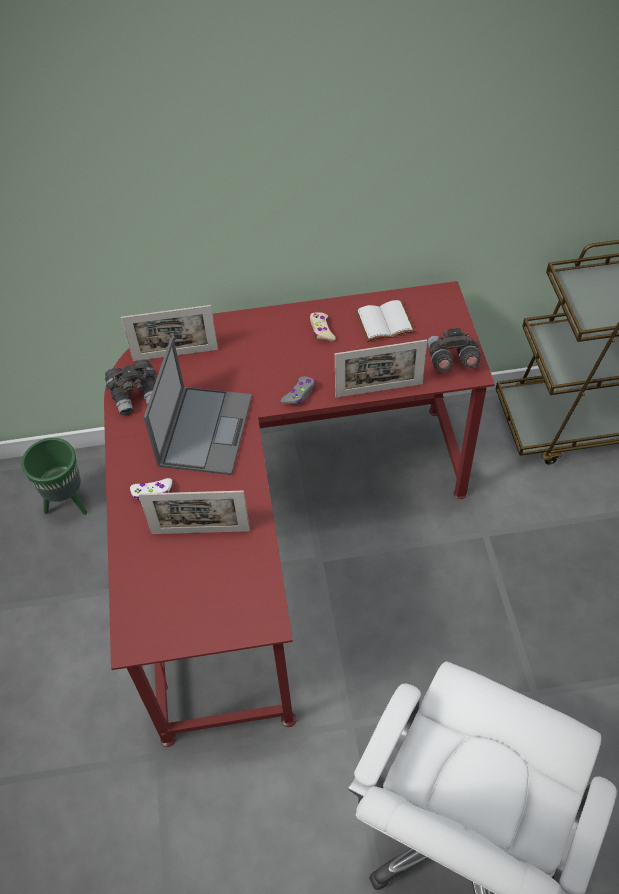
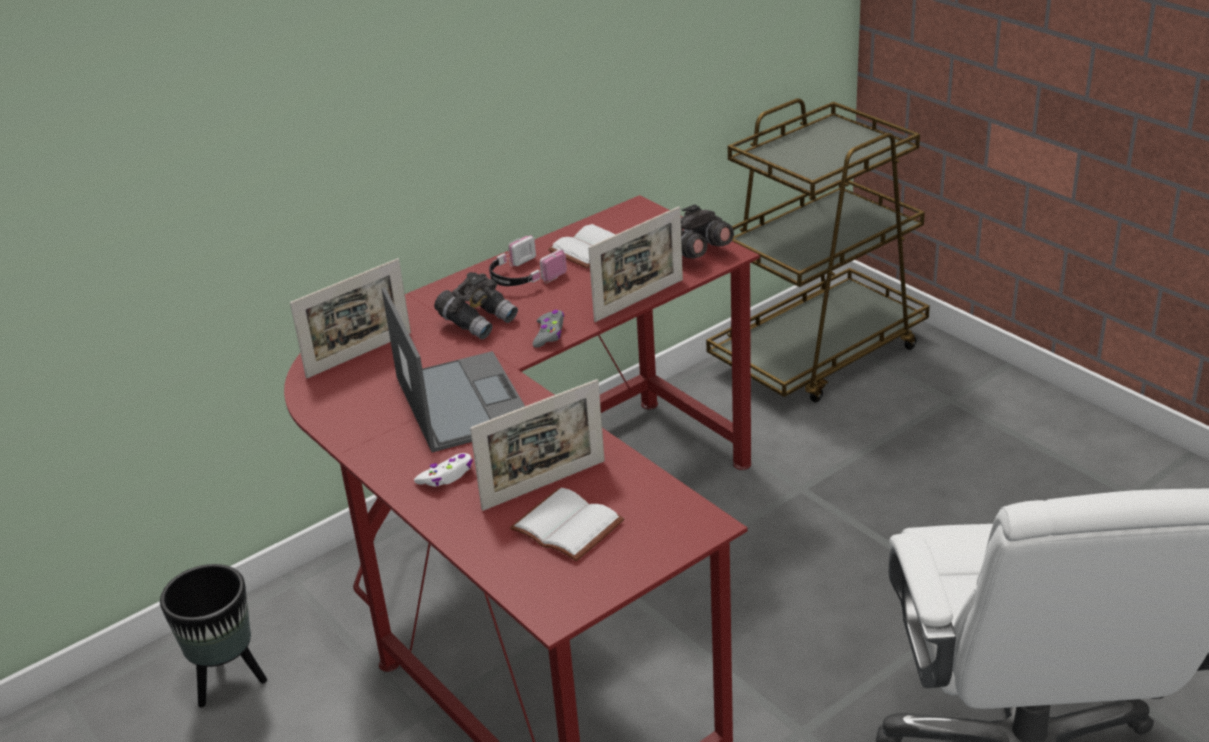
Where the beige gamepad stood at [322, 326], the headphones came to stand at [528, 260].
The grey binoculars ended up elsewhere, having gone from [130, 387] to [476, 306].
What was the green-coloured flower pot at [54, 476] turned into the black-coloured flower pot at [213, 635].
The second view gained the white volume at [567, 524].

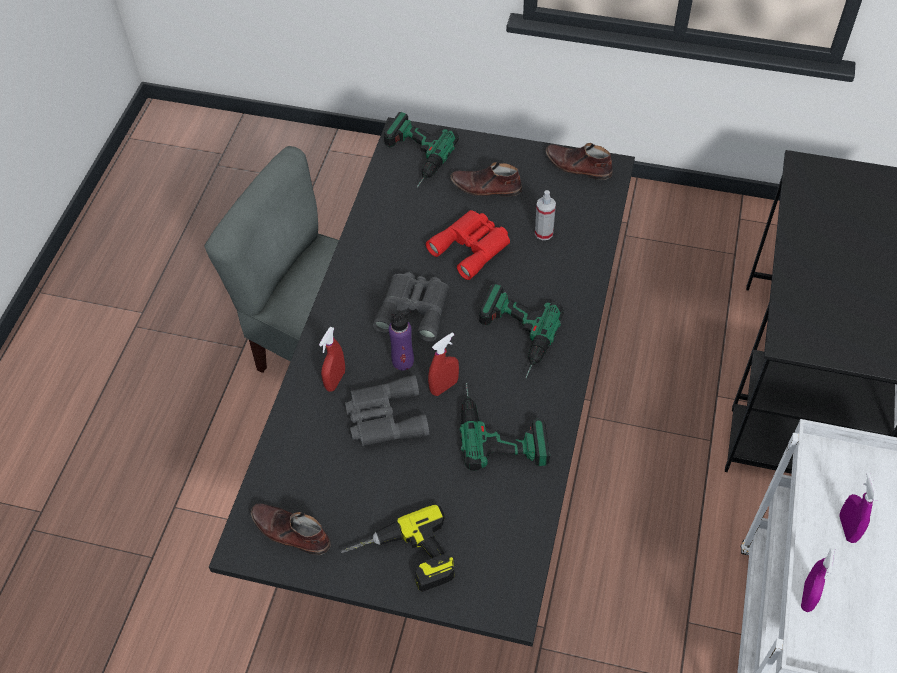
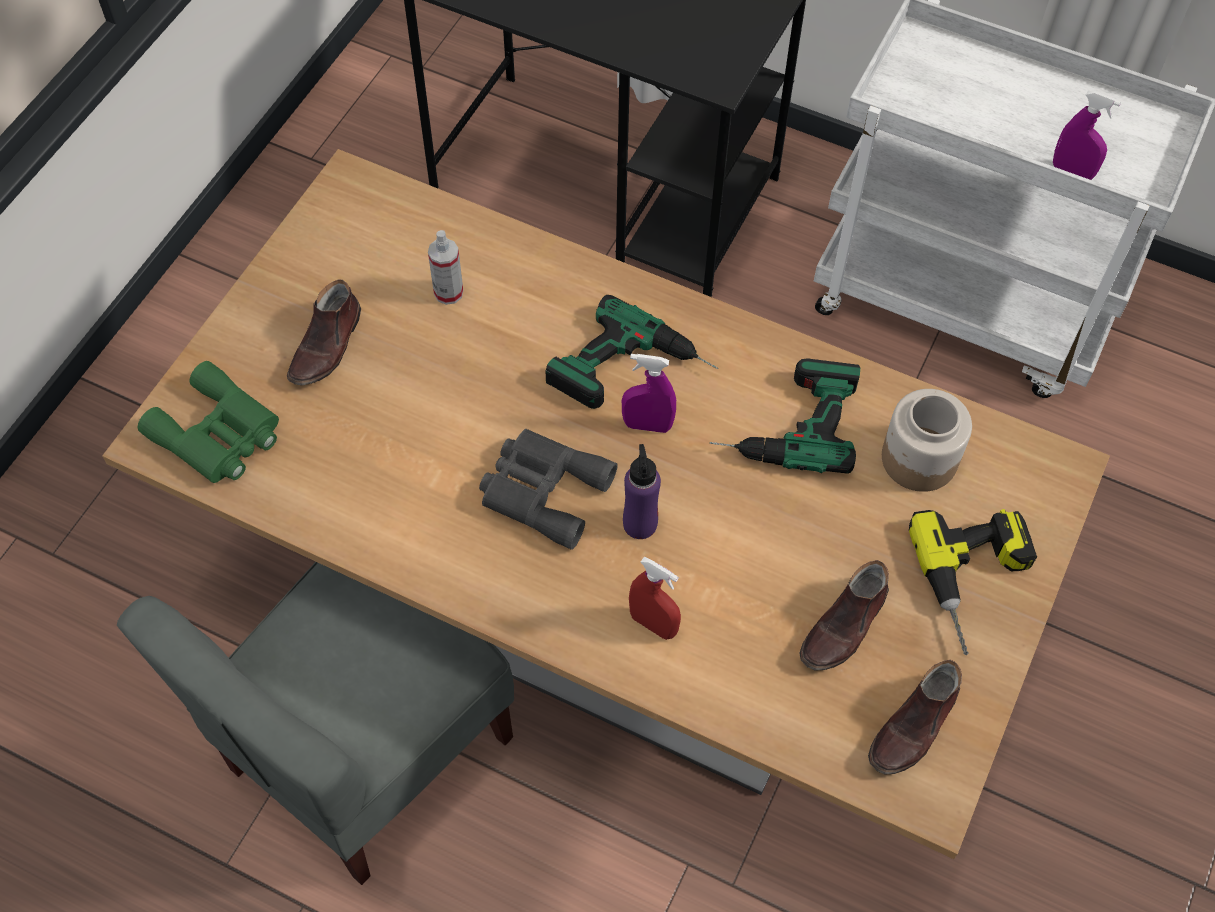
Where the electric drill stood at [421, 150], the green-coloured binoculars came to stand at [208, 422].
What was the black-coloured kitchen table at [422, 382] turned into the beige kitchen table at [606, 504].
The brownish shoe ended up elsewhere, having gone from [579, 161] to [844, 615].
The second view lost the reddish binoculars at [468, 245].
The second view lost the reddish spray bottle at [443, 364].
The second view lost the grey binoculars at [387, 410].
The purplish spray bottle ended up elsewhere, having gone from [858, 508] to [649, 393].
The second view gained the jar at [927, 440].

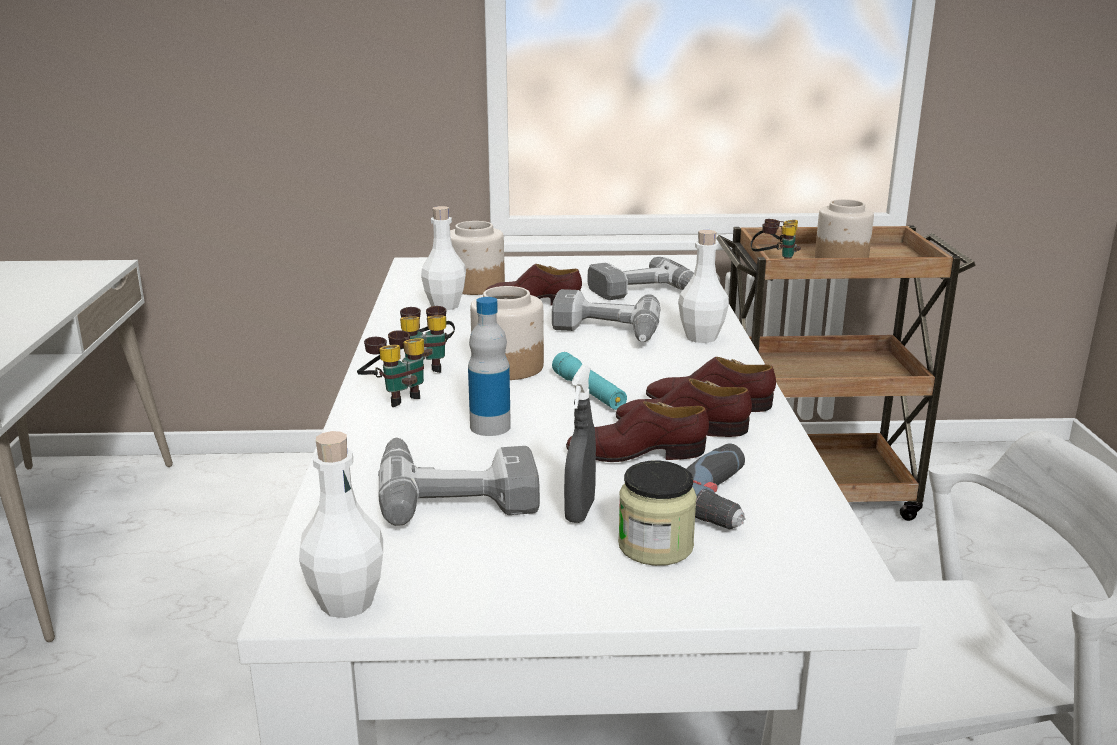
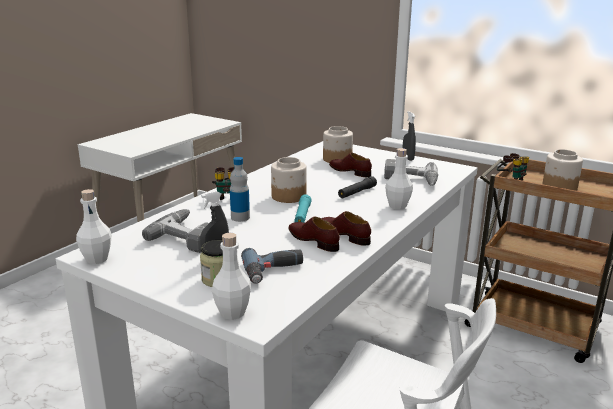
The white bottle ended up elsewhere, having gone from [443, 258] to [231, 276].
Where the electric drill stood at [606, 315], the black-coloured hand torch came to stand at [357, 187].
The second view lost the binoculars at [427, 339].
The second view lost the brownish shoe at [637, 431].
The second view gained the grey spray bottle at [409, 136].

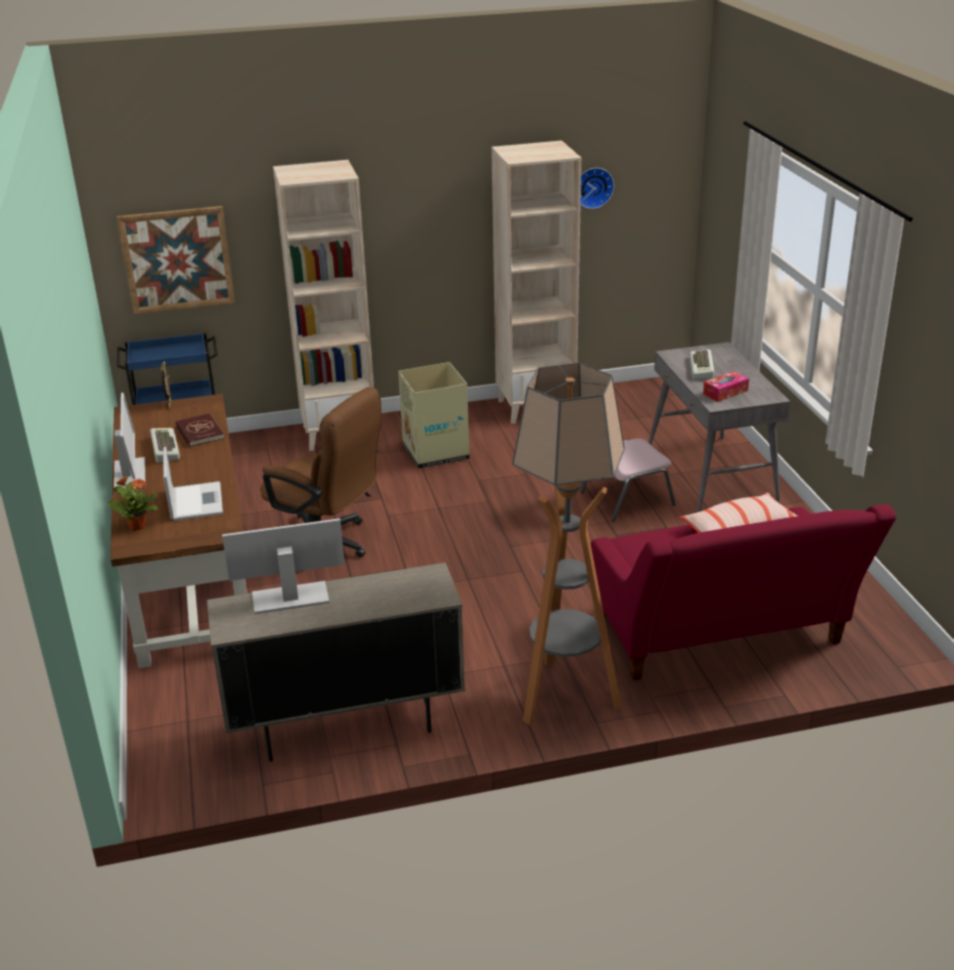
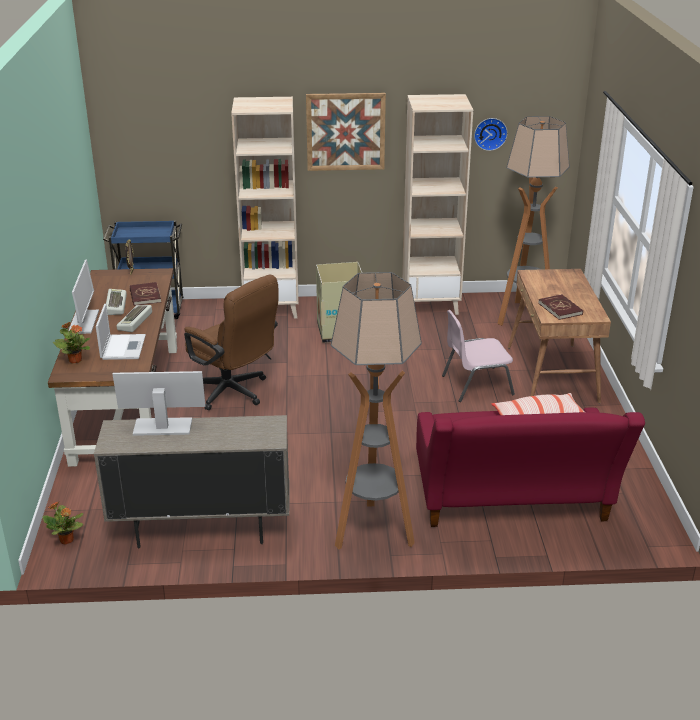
The wall picture ended up elsewhere, having gone from [176, 260] to [346, 132].
What was the grey desk unit at [719, 427] turned into the brownish desk unit at [559, 336].
The PC keyboard ended up elsewhere, having gone from [701, 364] to [134, 318].
Where the box of tissues stood at [726, 386], the reddish volume came to stand at [560, 307].
The second view gained the floor lamp at [533, 221].
The second view gained the potted plant at [62, 523].

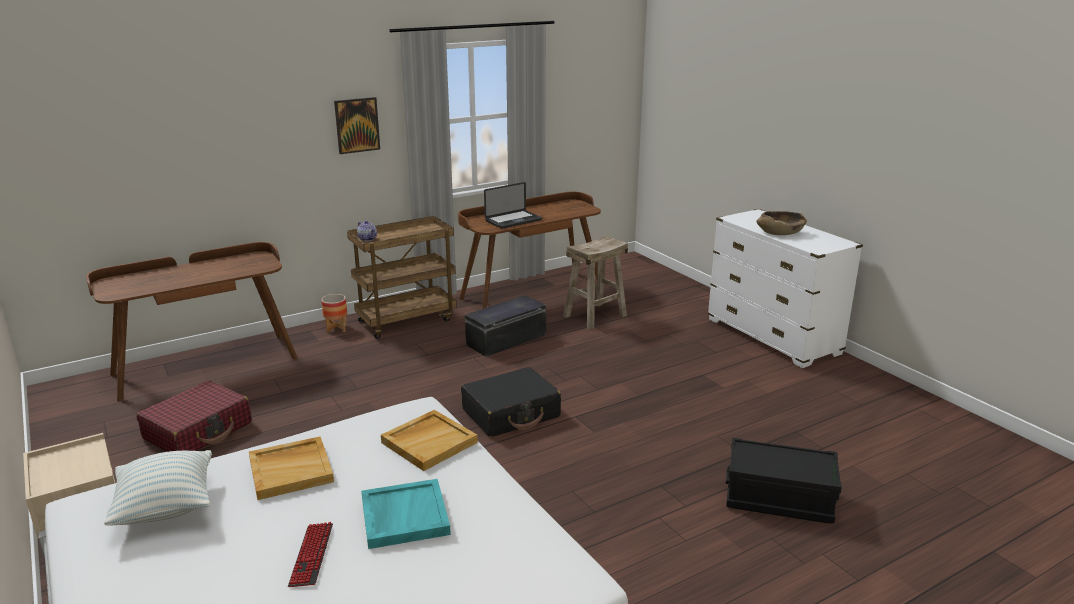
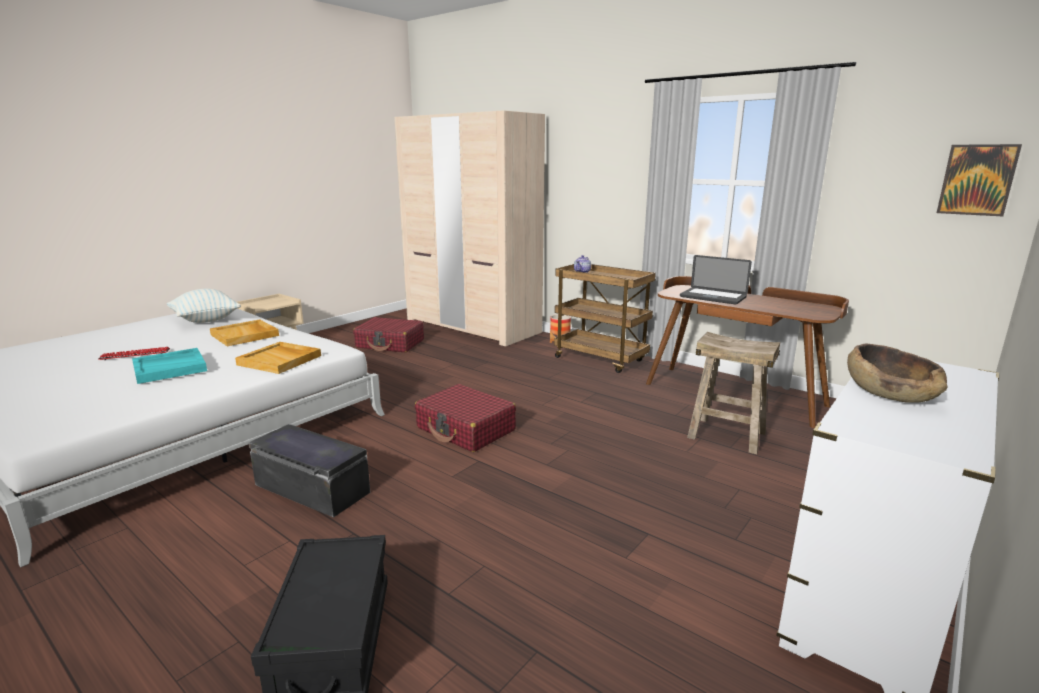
The wall picture ended up elsewhere, having gone from [357, 125] to [979, 180].
Where the brownish desk unit stood at [192, 322], the beige armoire came to stand at [469, 228].
The black-coloured storage box ended up elsewhere, having gone from [505, 326] to [309, 471].
What was the black-coloured travel case at [511, 402] turned into the reddish travel case at [465, 418].

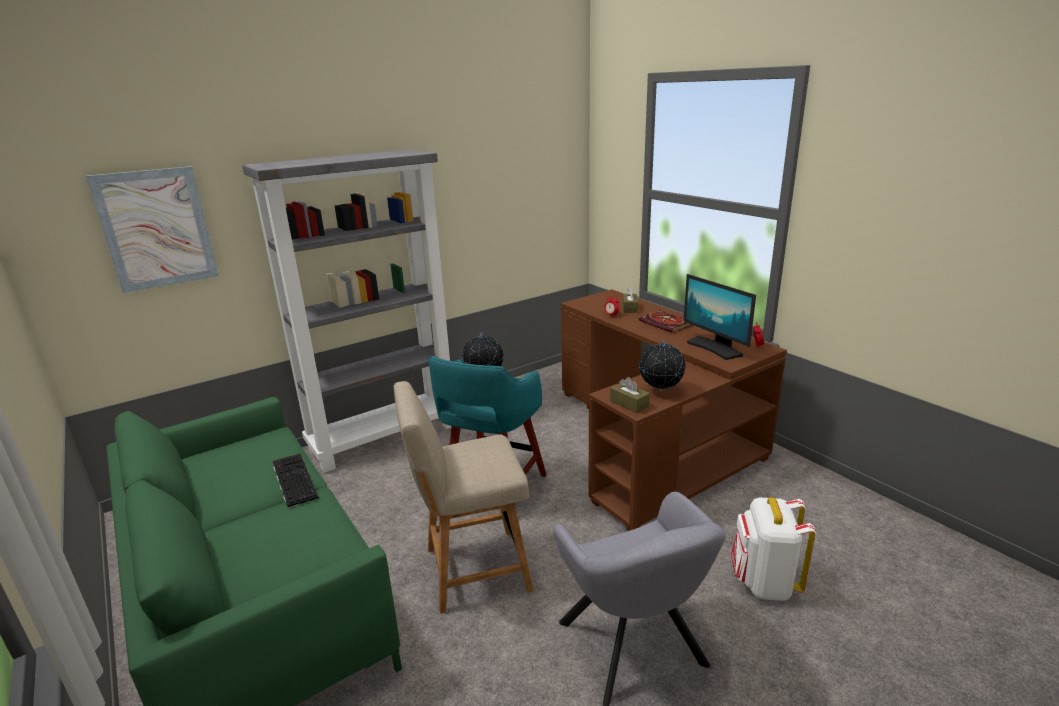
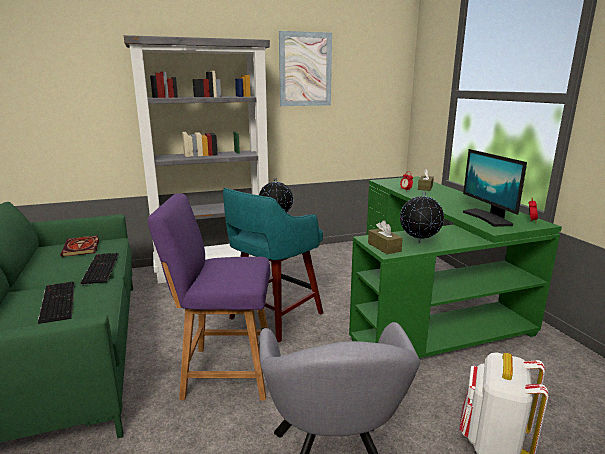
The wall picture ended up elsewhere, having gone from [152, 229] to [305, 68].
What was the brownish desk unit at [674, 410] turned into the green-coloured desk unit at [455, 267].
The volume ended up elsewhere, having gone from [666, 321] to [79, 246].
What was the beige plain chair at [464, 497] turned into the purplish plain chair at [209, 296].
The second view gained the PC keyboard at [56, 303].

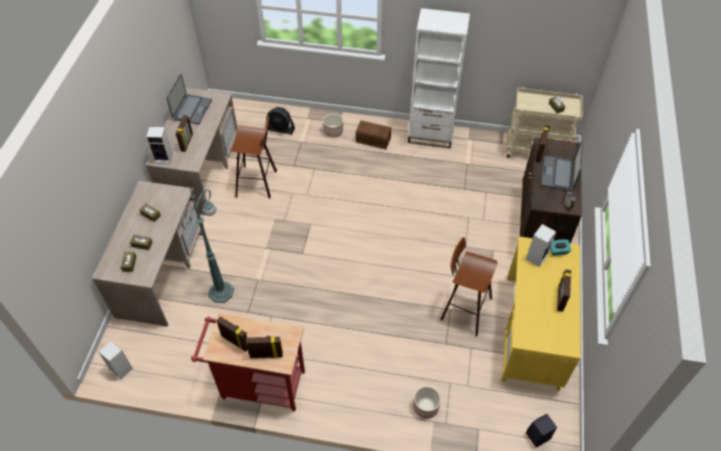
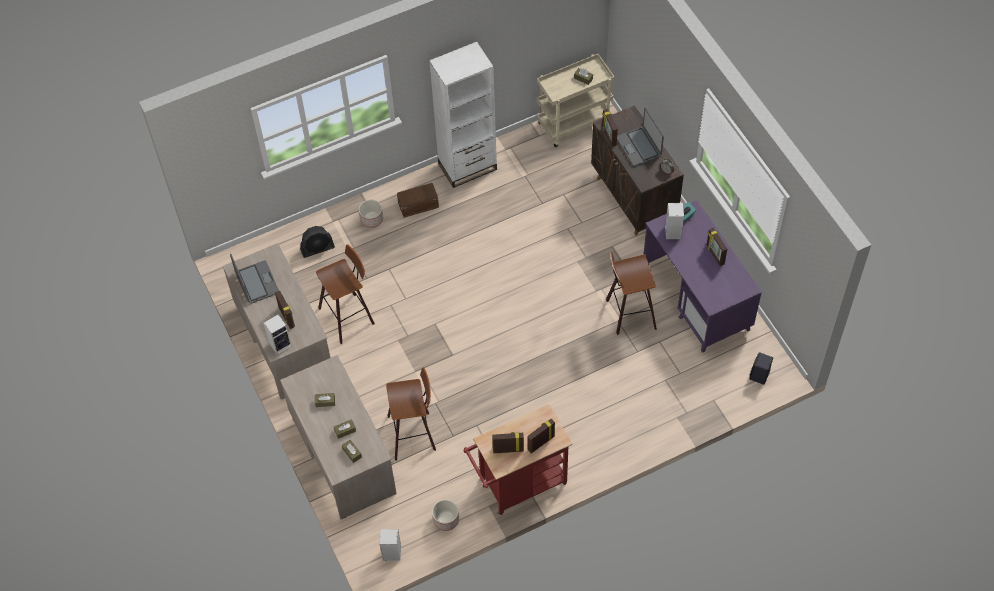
Where the green-coloured floor lamp stood at [207, 243], the stool came to stand at [411, 414].
What was the yellowish desk unit at [541, 313] turned into the purplish desk unit at [703, 277].
The flower pot ended up elsewhere, having gone from [427, 402] to [445, 515].

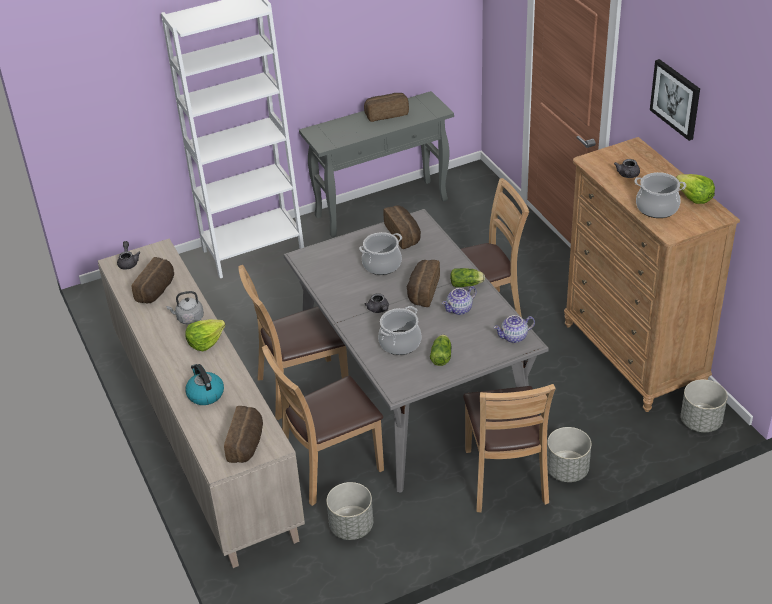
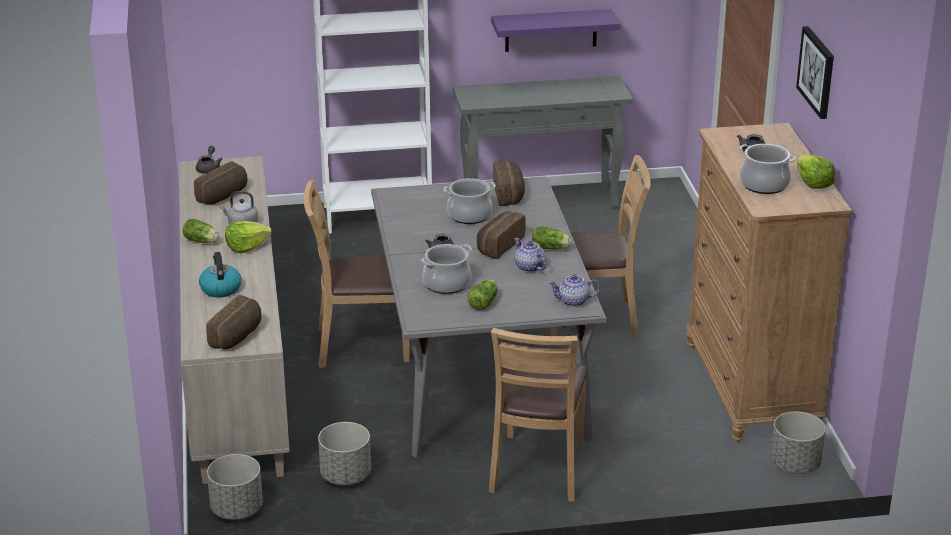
The second view lost the bakery bread at [386, 107].
The pot for tea at [459, 300] ended up facing another way, 75 degrees clockwise from before.
The second view lost the brownish plain chair at [323, 425].
The grey flower pot ended up elsewhere, having gone from [569, 454] to [235, 487].
The second view gained the purplish shelf at [555, 30].
The second view gained the head of lettuce at [201, 231].

